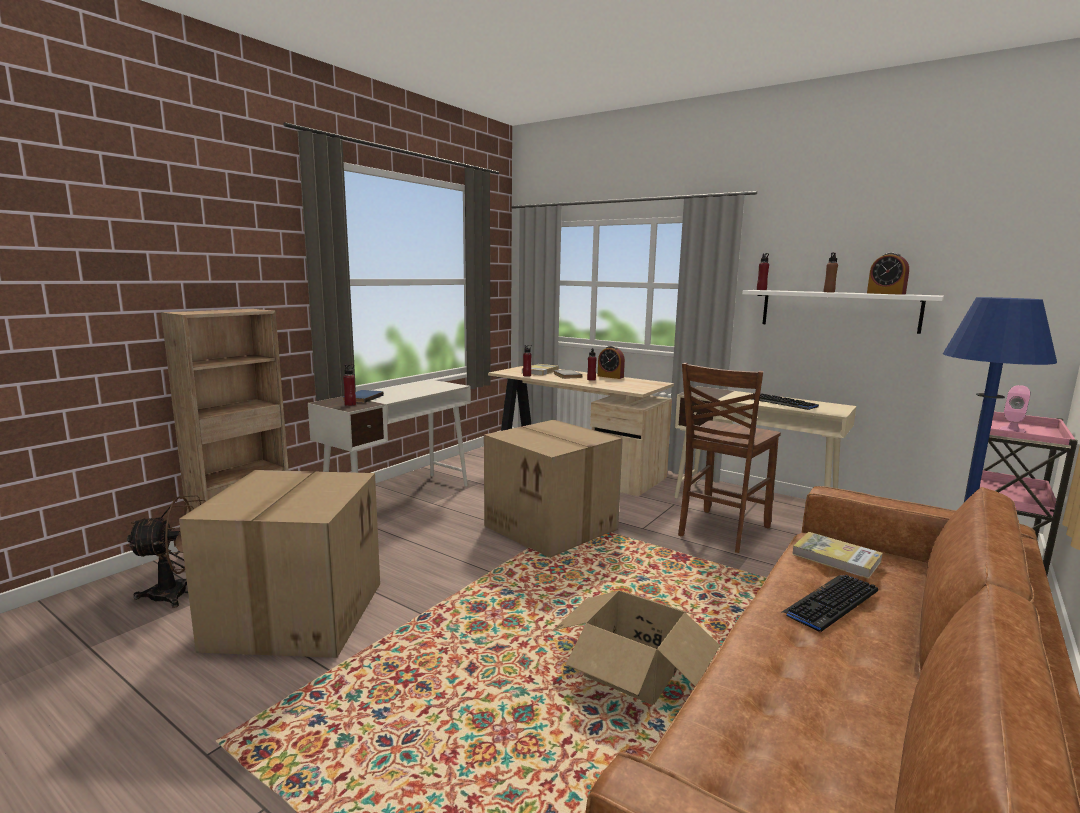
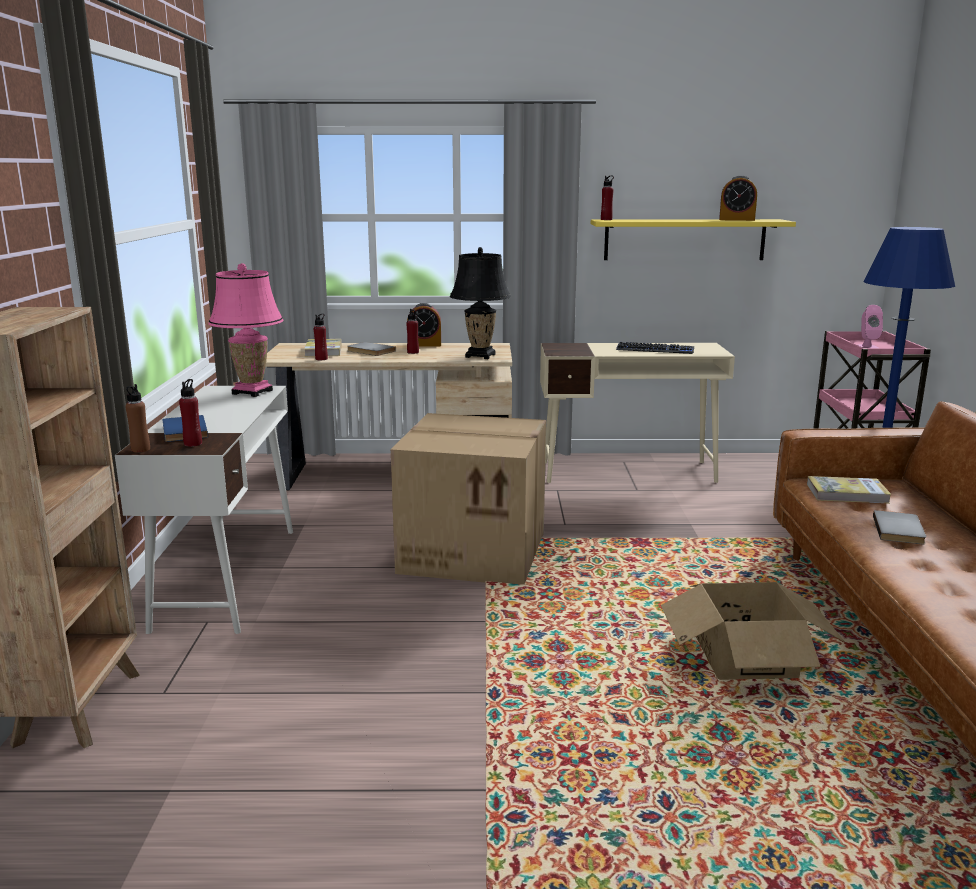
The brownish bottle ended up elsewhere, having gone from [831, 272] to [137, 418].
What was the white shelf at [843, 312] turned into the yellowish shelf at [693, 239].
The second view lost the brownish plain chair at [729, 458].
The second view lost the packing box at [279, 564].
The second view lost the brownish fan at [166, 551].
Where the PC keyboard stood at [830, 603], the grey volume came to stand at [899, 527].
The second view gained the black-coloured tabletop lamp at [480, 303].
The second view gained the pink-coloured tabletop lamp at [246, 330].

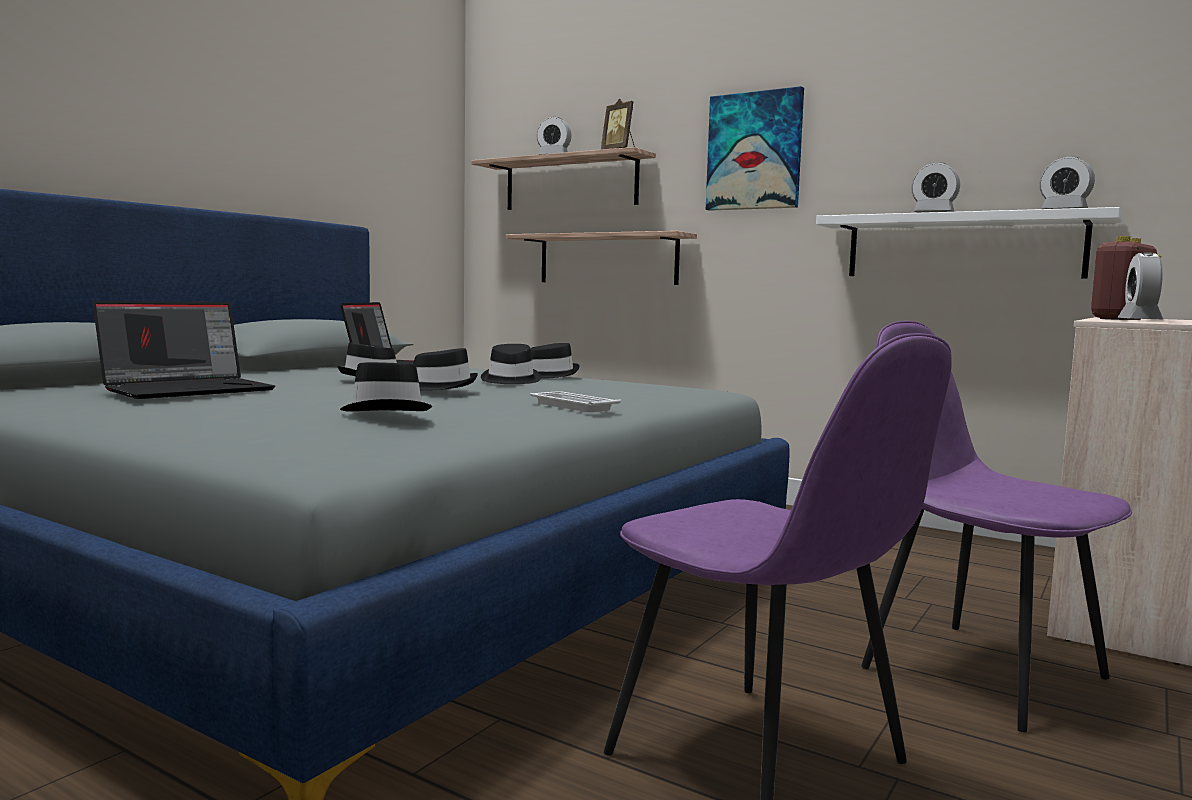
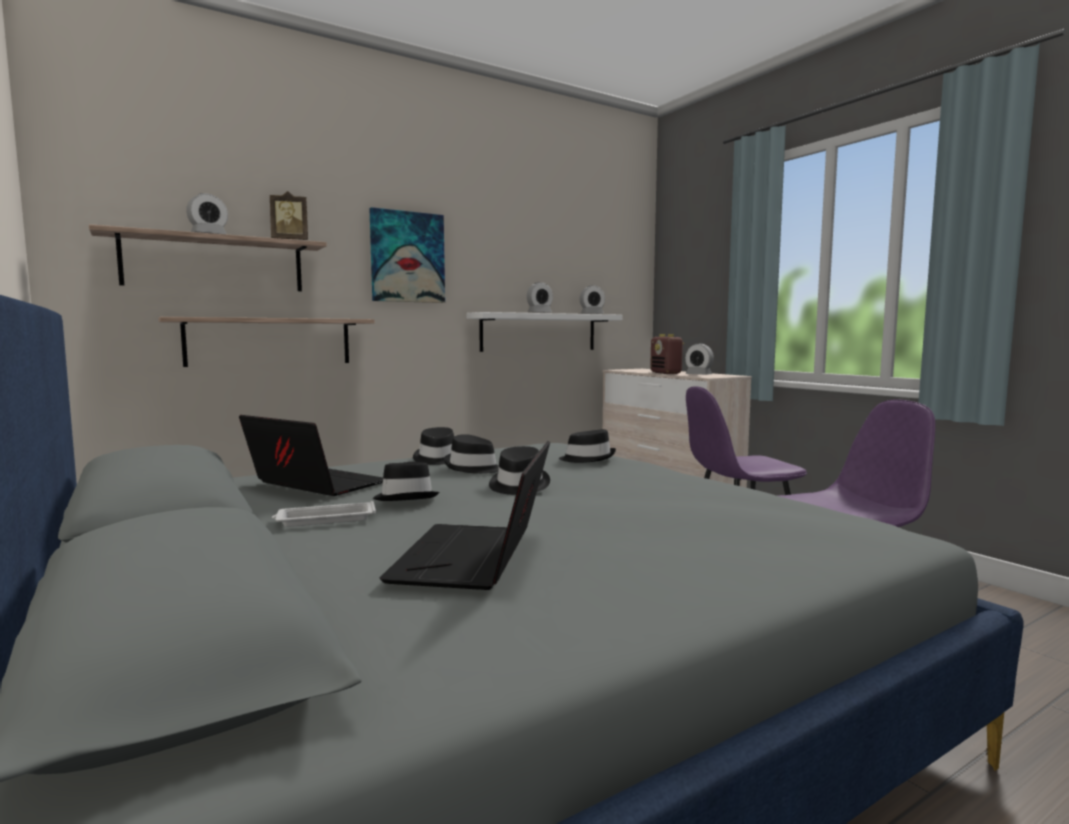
The notebook computer at [184, 350] ended up facing another way, 150 degrees counterclockwise from before.
The black-coloured wearable hat ended up elsewhere, having gone from [386, 387] to [587, 446].
The white serving tray ended up elsewhere, having gone from [575, 401] to [324, 514].

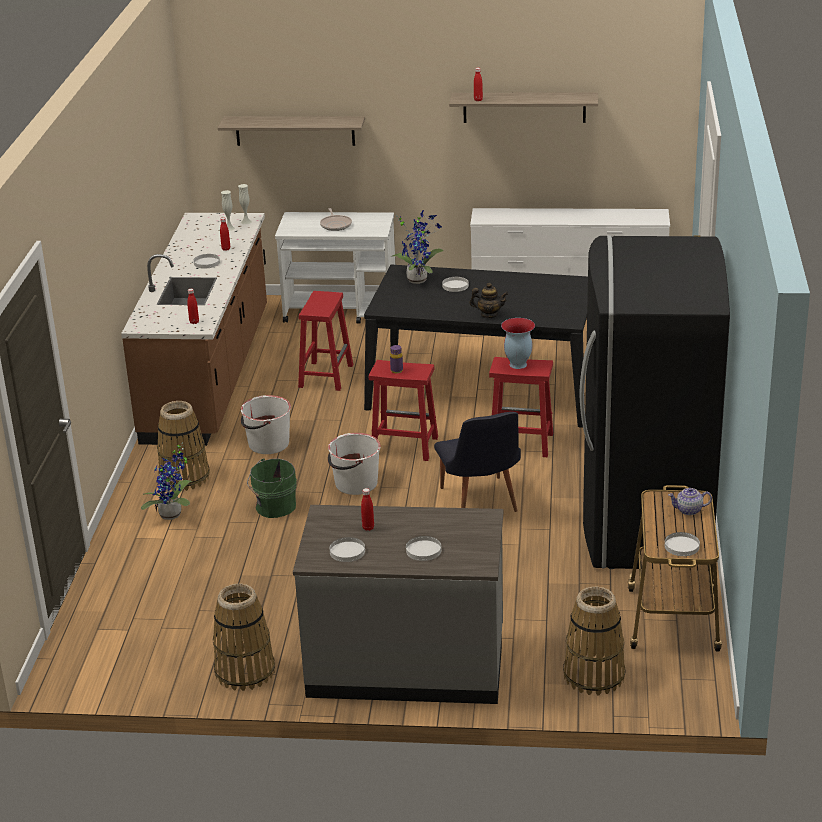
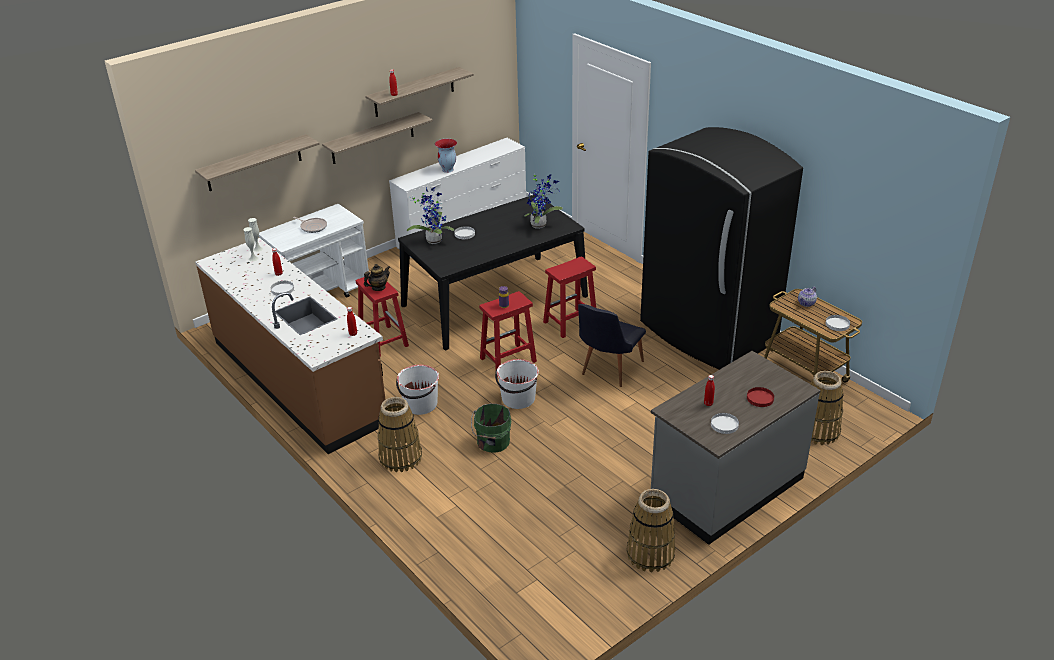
The pot for tea ended up elsewhere, having gone from [489, 300] to [377, 277].
The decorative vase ended up elsewhere, having gone from [518, 343] to [446, 156].
The black-coloured plain chair at [477, 462] ended up facing another way, 90 degrees clockwise from before.
The potted plant ended up elsewhere, having gone from [167, 481] to [543, 201].
What was the white flat dish at [424, 548] turned into the reddish flat dish at [760, 397].
The second view gained the shelf at [377, 138].

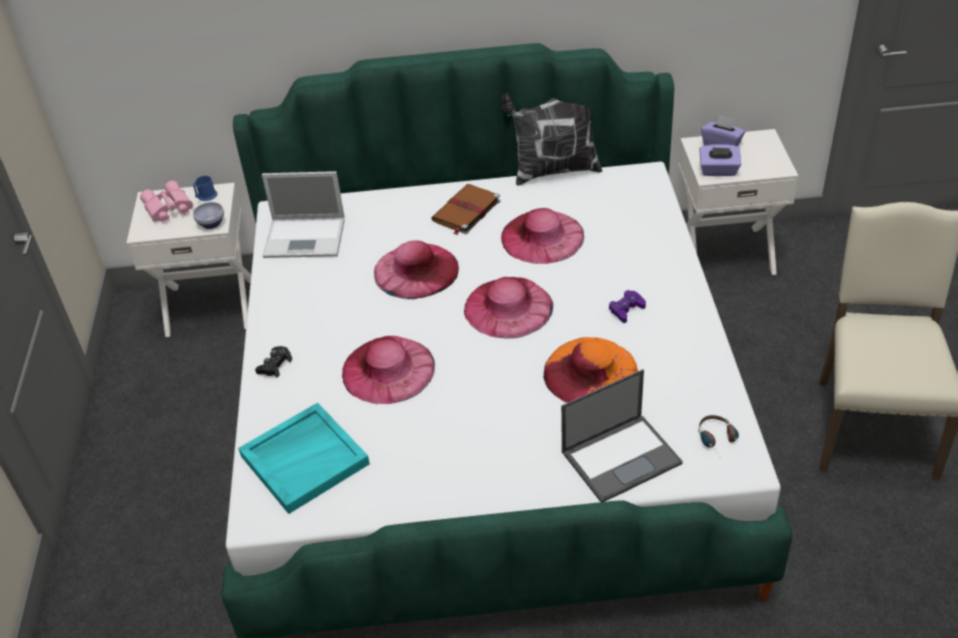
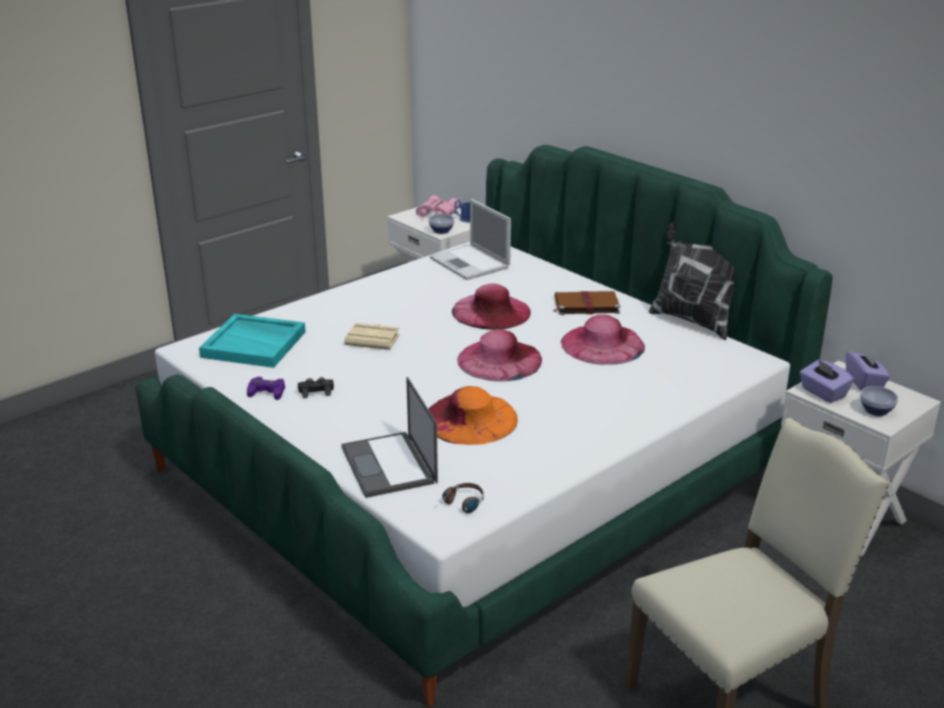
The purplish gamepad ended up elsewhere, having gone from [627, 306] to [266, 388].
Where the pink-coloured wearable hat stood at [388, 370], the beige volume came to stand at [372, 336].
The black-coloured gamepad ended up elsewhere, having gone from [273, 362] to [316, 387].
The notebook computer at [622, 435] ended up facing another way, 45 degrees clockwise from before.
The second view gained the deep dish at [879, 401].

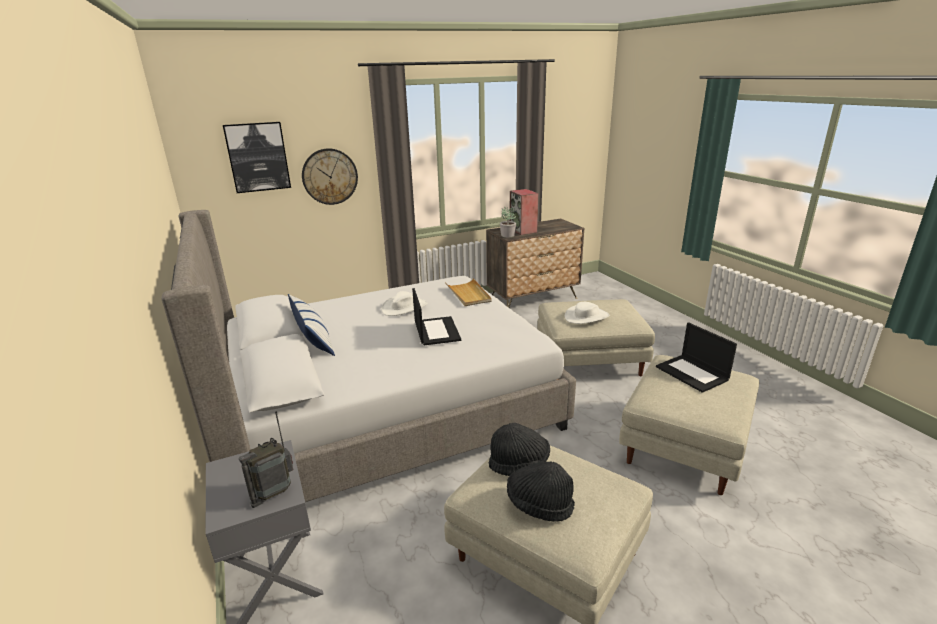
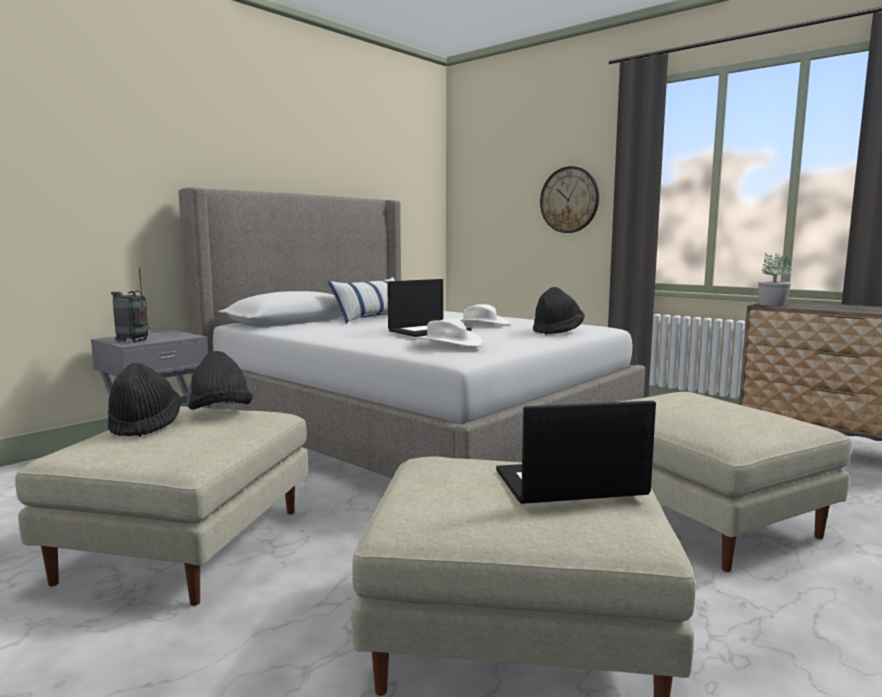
The second view lost the wall picture at [257, 157].
The second view lost the audio speaker at [524, 212].
Where the beige serving tray stood at [468, 292], the black-coloured wearable hat came to stand at [559, 311].
The white wearable hat ended up elsewhere, having gone from [587, 313] to [447, 332].
The notebook computer at [696, 357] ended up facing another way, 45 degrees clockwise from before.

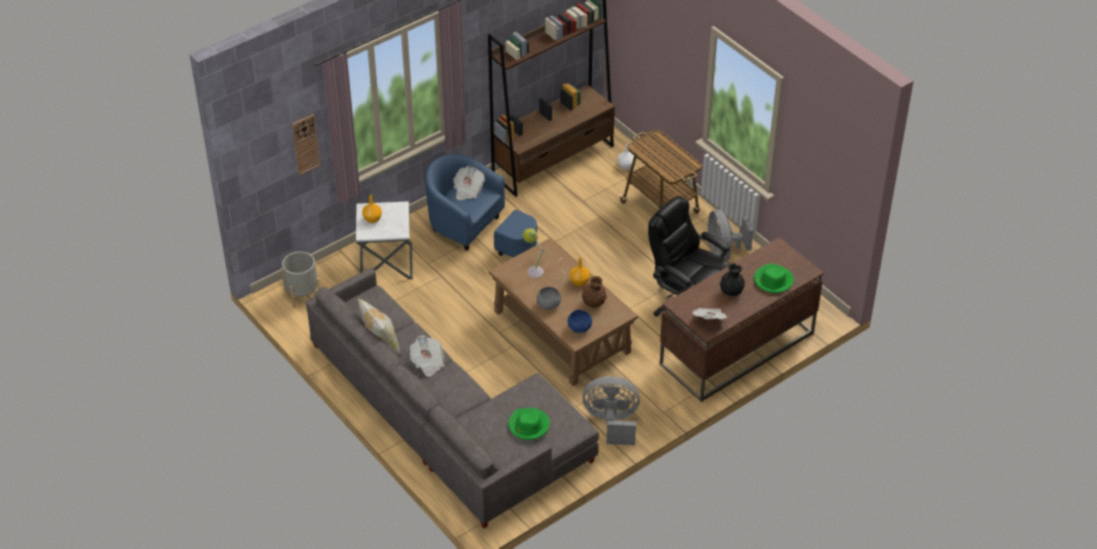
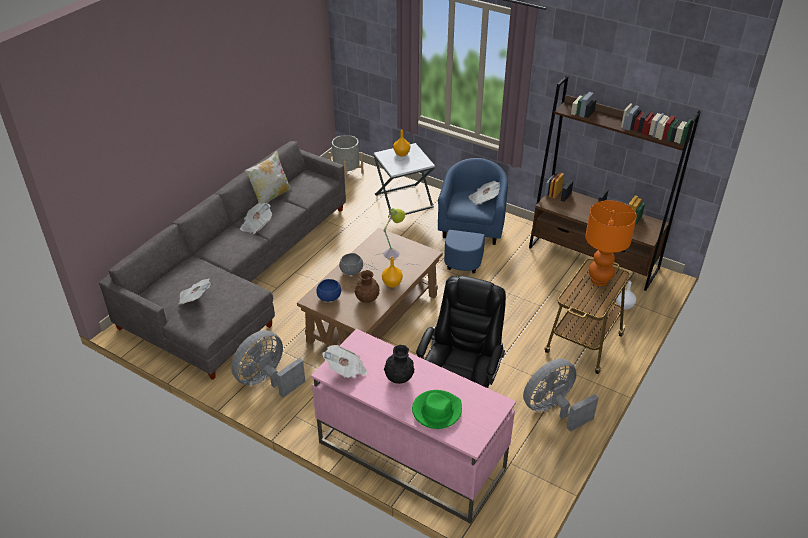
The second view lost the clock on the wall at [306, 144].
What was the brownish desk unit at [742, 319] turned into the pink-coloured desk unit at [413, 426].
The grey fan at [611, 410] ended up facing another way, 120 degrees counterclockwise from before.
Where the green-coloured wearable hat stood at [529, 424], the printed paper came to stand at [194, 292].
The second view gained the orangey tabletop lamp at [611, 243].

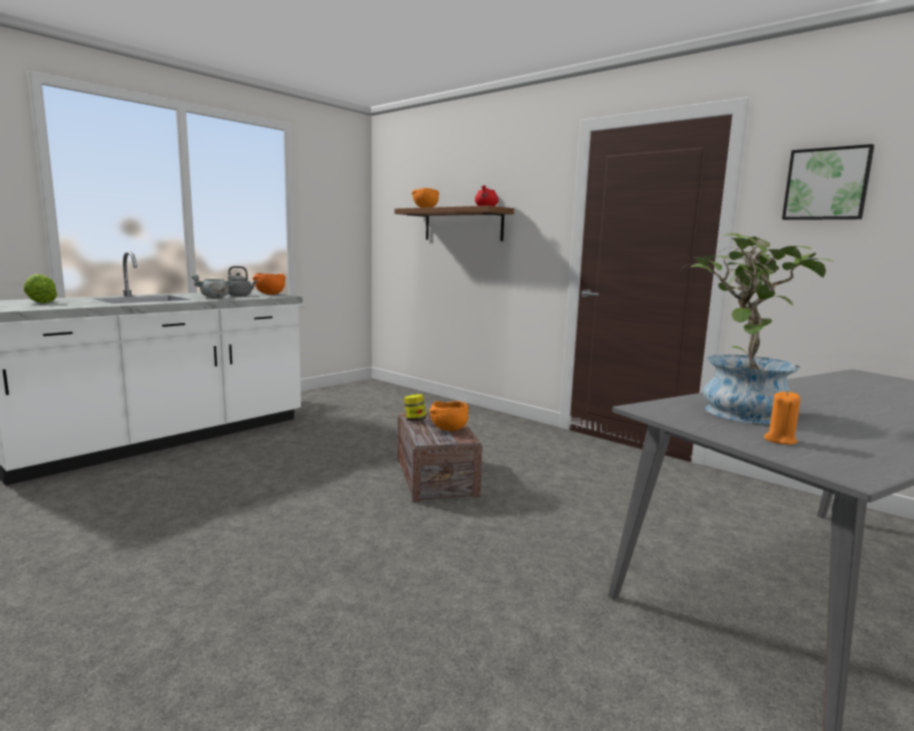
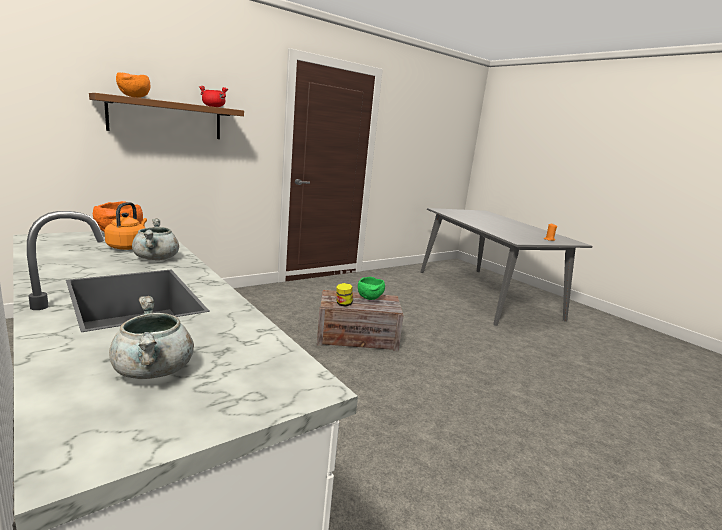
The second view lost the wall picture at [828, 182].
The second view lost the potted plant at [756, 328].
What was the grey tea kettle at [242, 281] turned into the orangey tea kettle at [125, 226].
Where the head of lettuce stood at [40, 288], the grey stockpot came to stand at [151, 337].
What was the orangey deep dish at [449, 416] turned into the green-coloured deep dish at [371, 288].

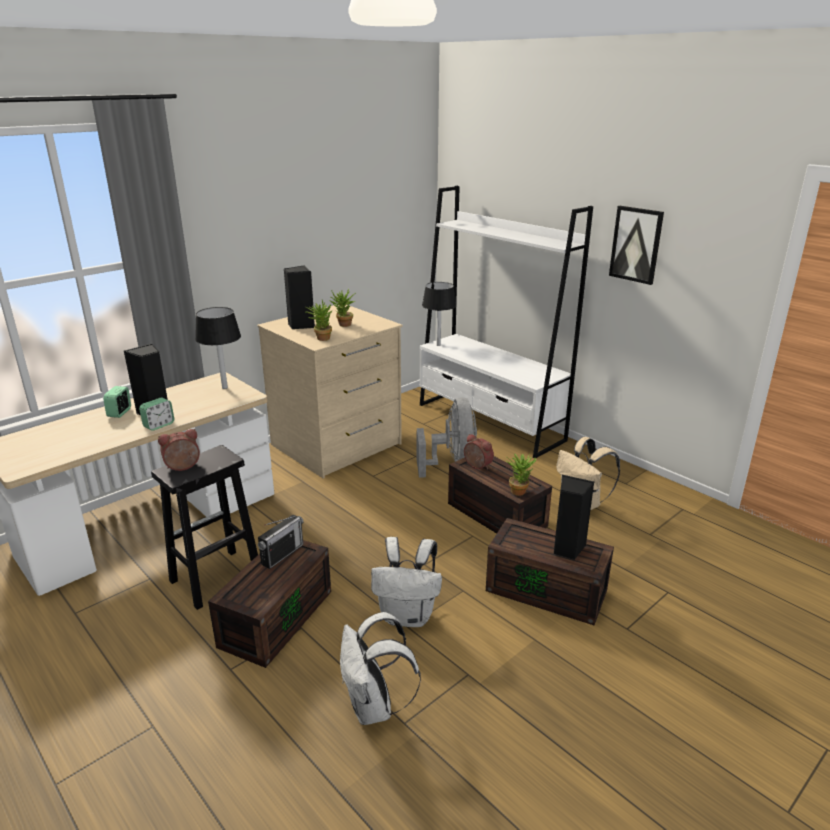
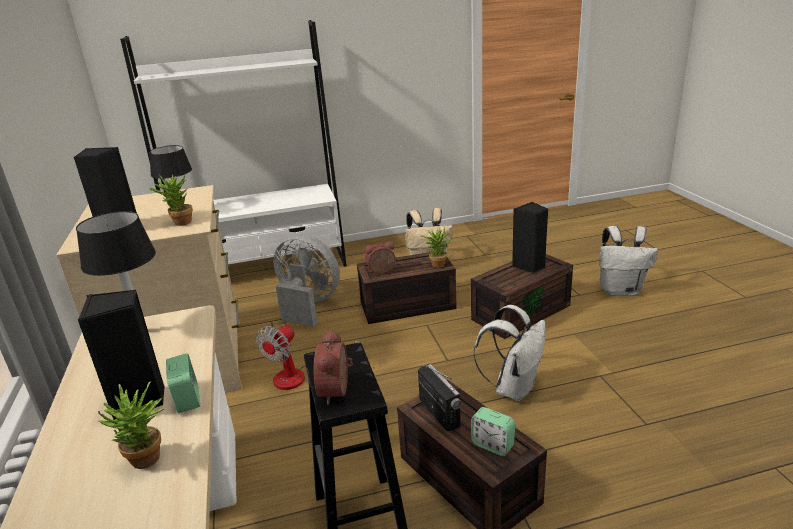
The second view lost the wall picture at [636, 245].
The potted plant ended up elsewhere, having gone from [342, 308] to [131, 425].
The table clock ended up elsewhere, having gone from [117, 402] to [493, 431].
The white knapsack ended up elsewhere, having gone from [380, 668] to [628, 261].
The second view gained the fan at [309, 357].

